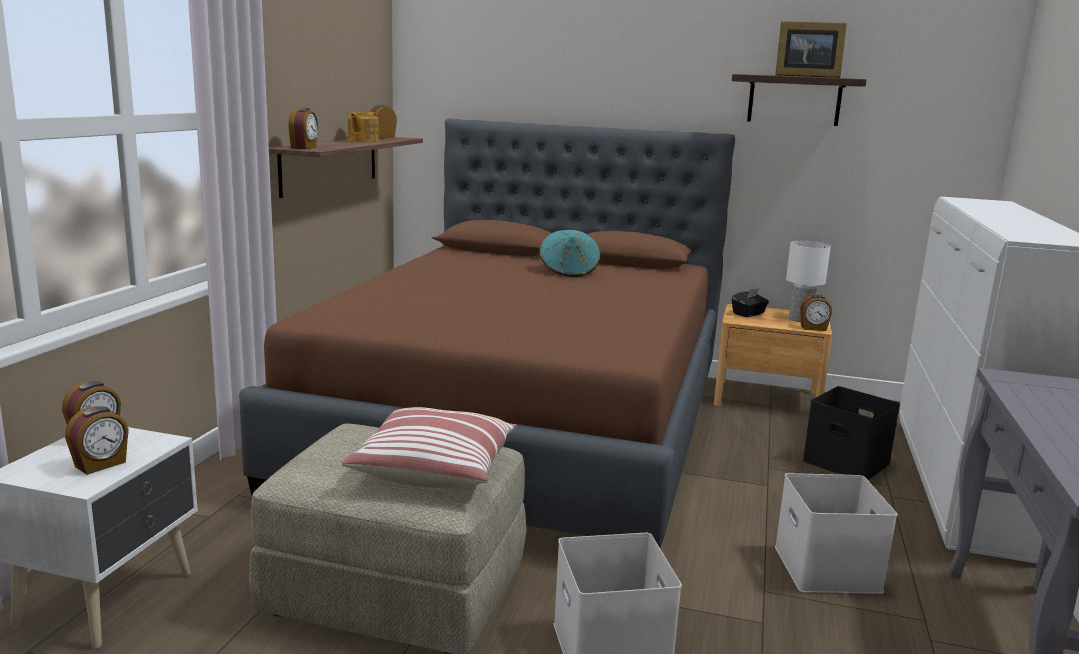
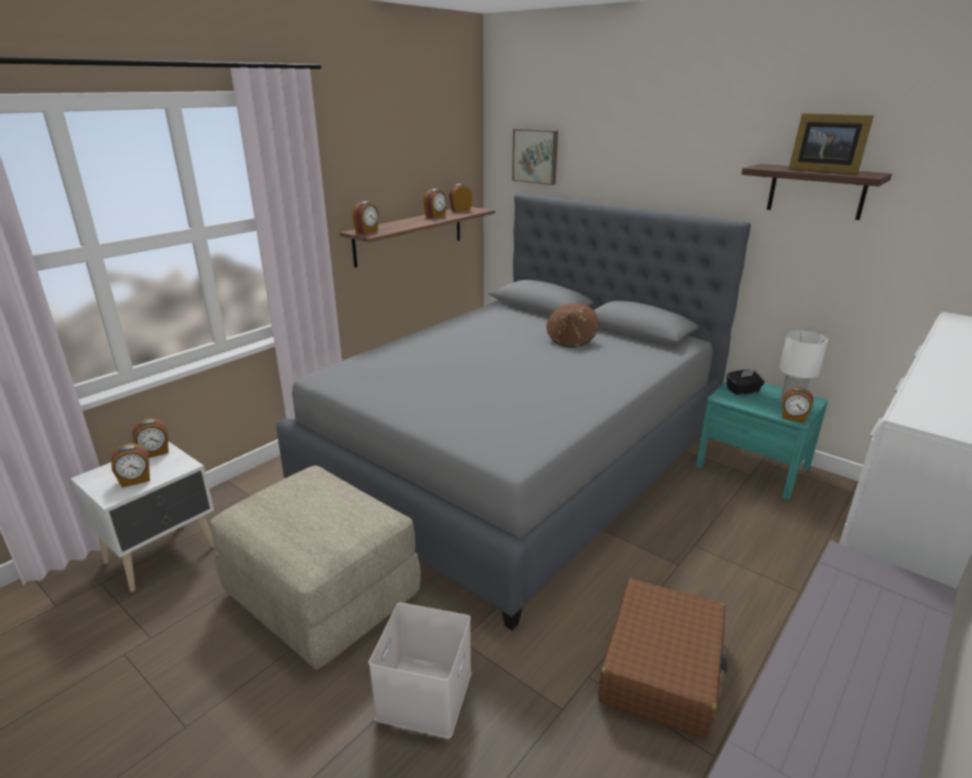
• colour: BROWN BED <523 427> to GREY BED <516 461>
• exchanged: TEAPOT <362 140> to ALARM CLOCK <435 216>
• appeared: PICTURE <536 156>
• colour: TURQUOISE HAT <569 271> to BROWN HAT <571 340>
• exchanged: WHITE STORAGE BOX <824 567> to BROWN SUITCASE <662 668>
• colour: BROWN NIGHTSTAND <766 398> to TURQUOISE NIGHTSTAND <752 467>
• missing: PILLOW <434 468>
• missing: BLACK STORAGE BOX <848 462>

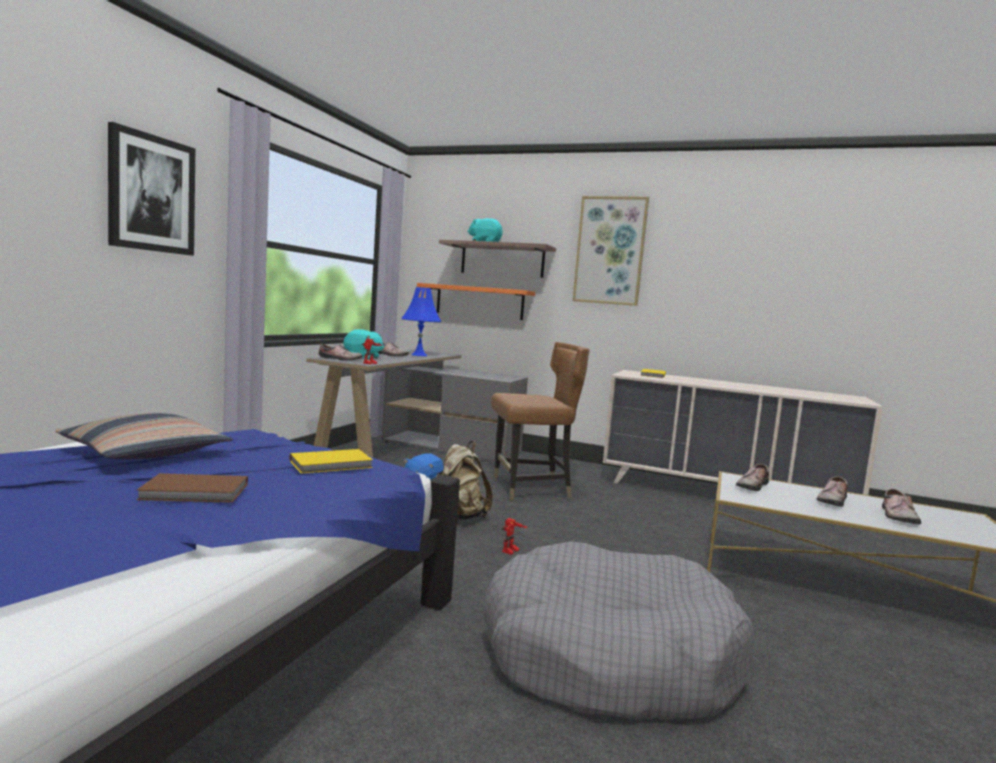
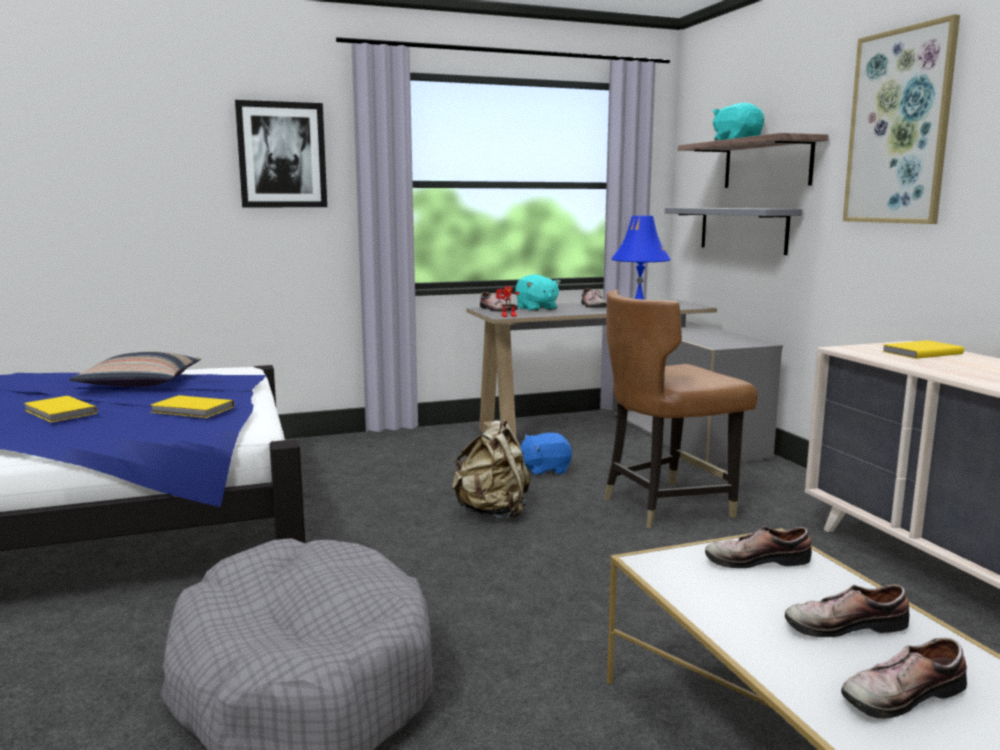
• colour: BROWN BOOK <195 492> to YELLOW BOOK <59 412>
• spun: BROWN CHAIR <531 488> = <665 505> 120 degrees clockwise
• colour: ORANGE SHELF <479 302> to GREY SHELF <743 229>
• missing: TOY ROBOT <511 552>

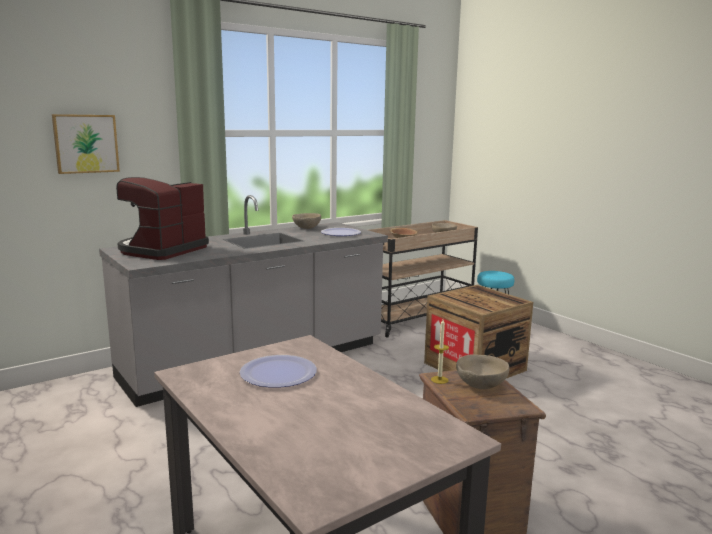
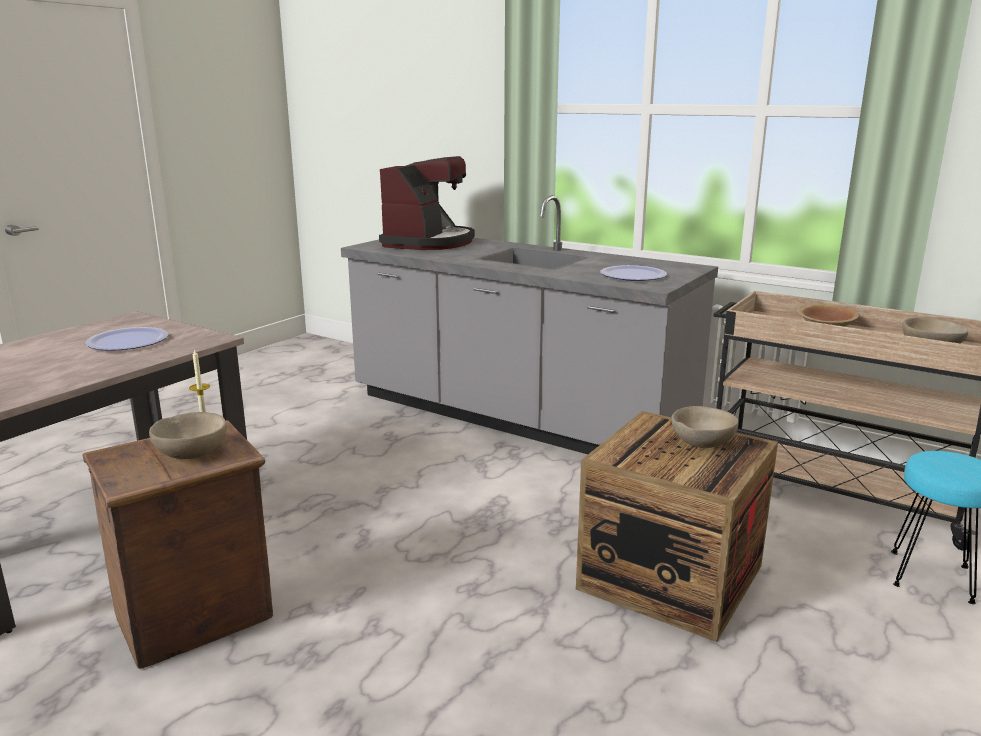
• spun: COFFEE MACHINE <162 250> = <429 242> 105 degrees clockwise
• relocated: BEIGE BOWL <306 228> to <702 443>
• missing: PICTURE <86 143>

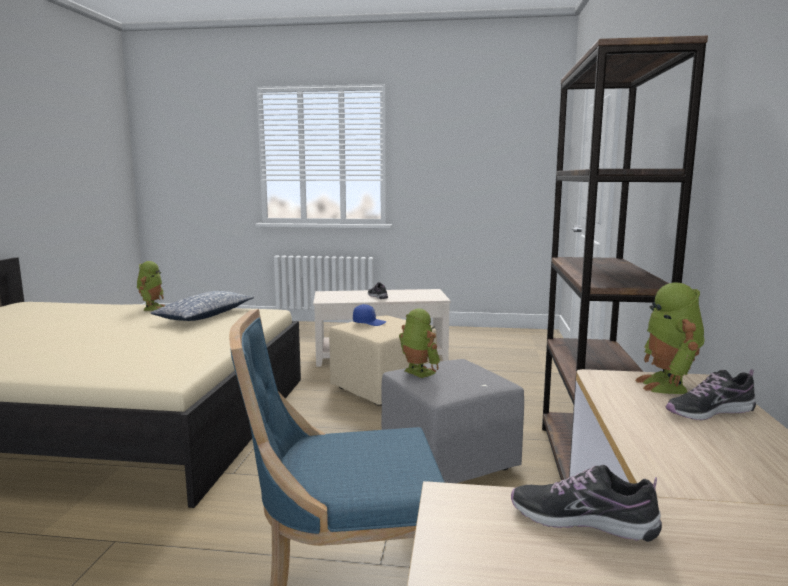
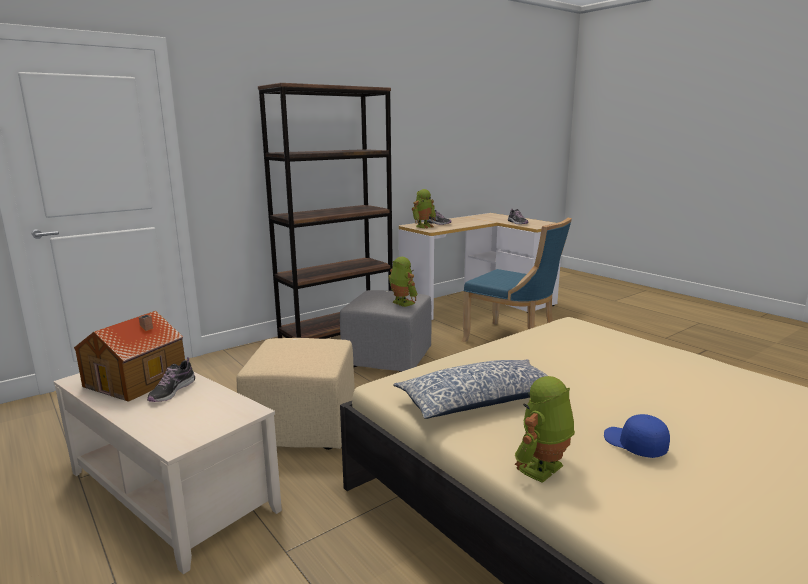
• appeared: TOY HOUSE <138 380>
• spun: TOY ROBOT <417 373> = <401 303> 135 degrees clockwise
• relocated: BLUE CAP <369 322> to <634 445>

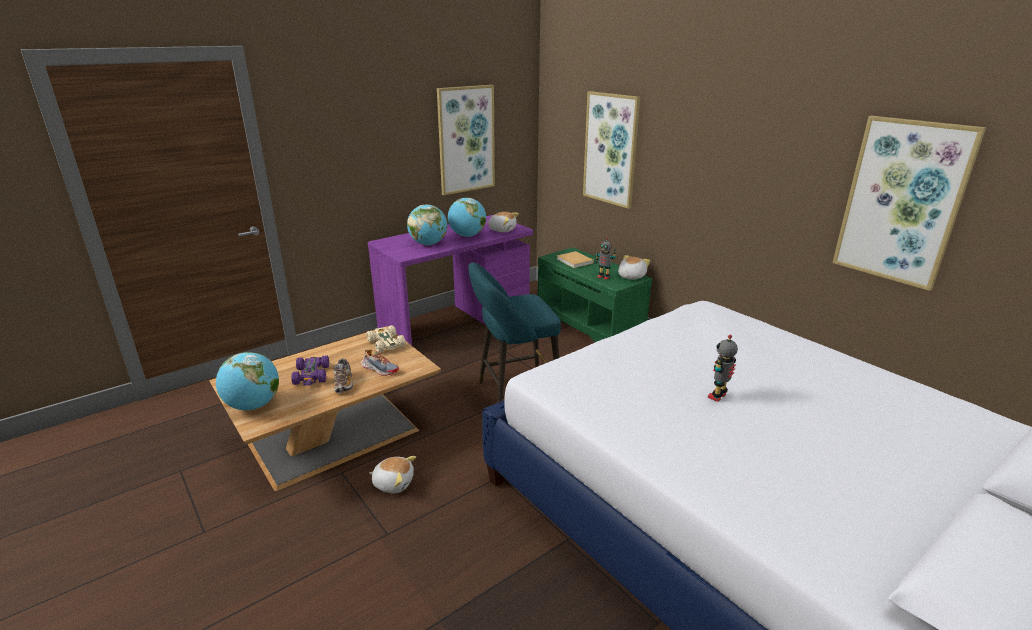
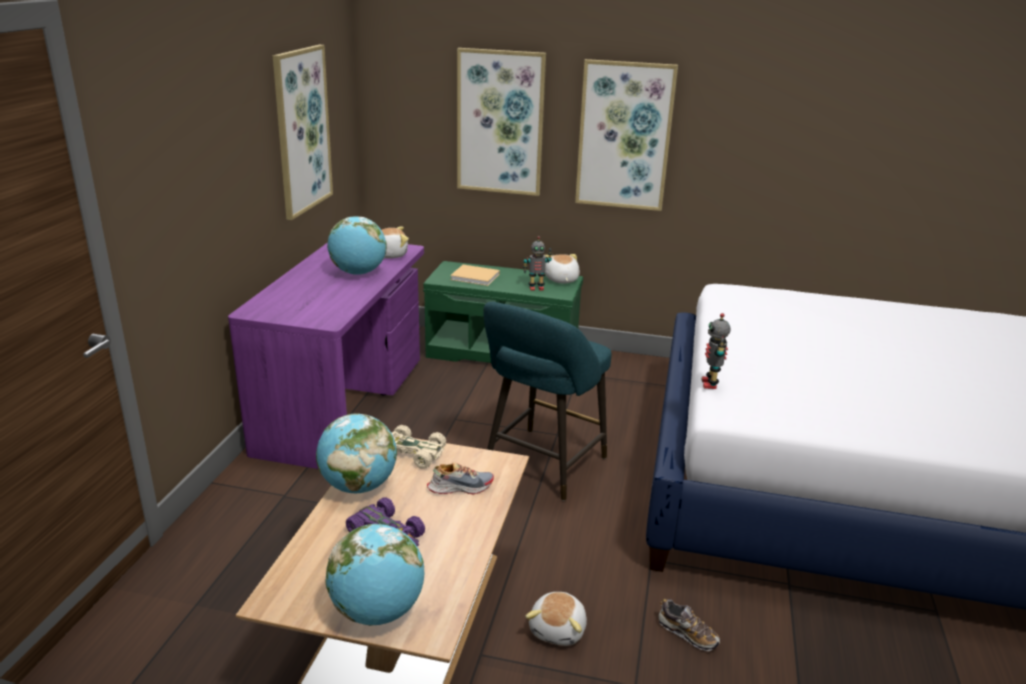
• relocated: GLOBE <428 244> to <358 486>
• spun: PLUSH TOY <393 483> = <559 629> 135 degrees clockwise
• relocated: PICTURE <902 202> to <624 136>
• relocated: SHOE <344 383> to <687 634>
• relocated: TOY ROBOT <718 396> to <710 384>

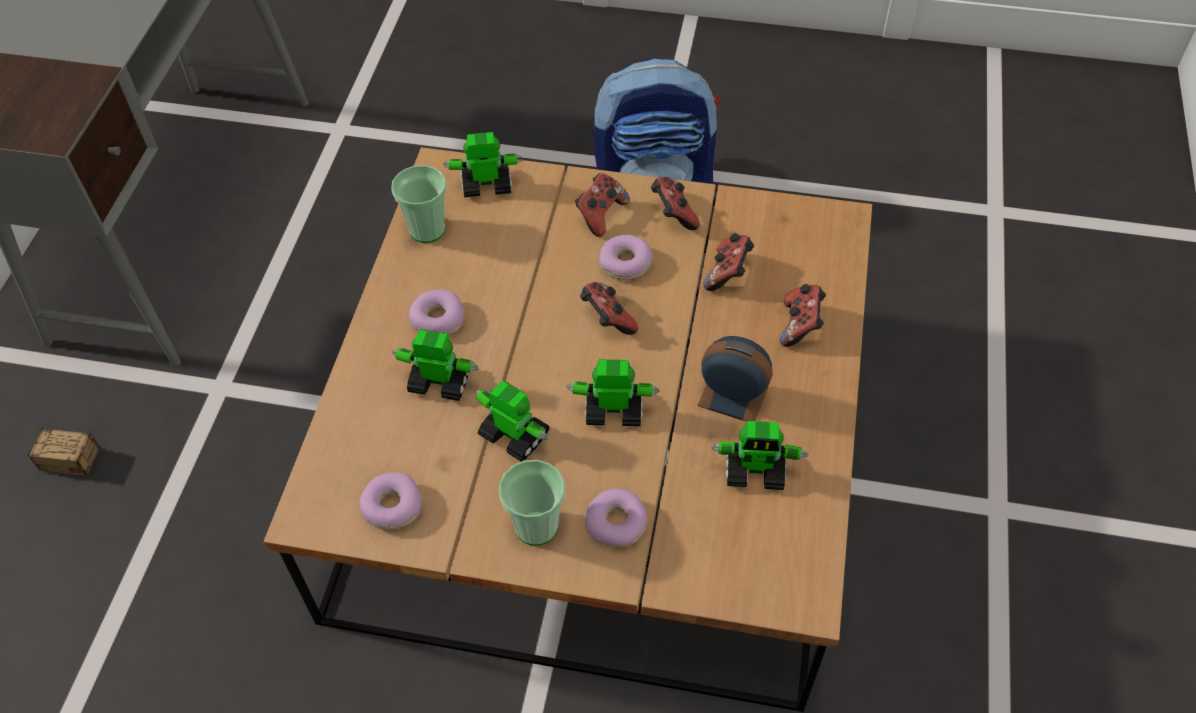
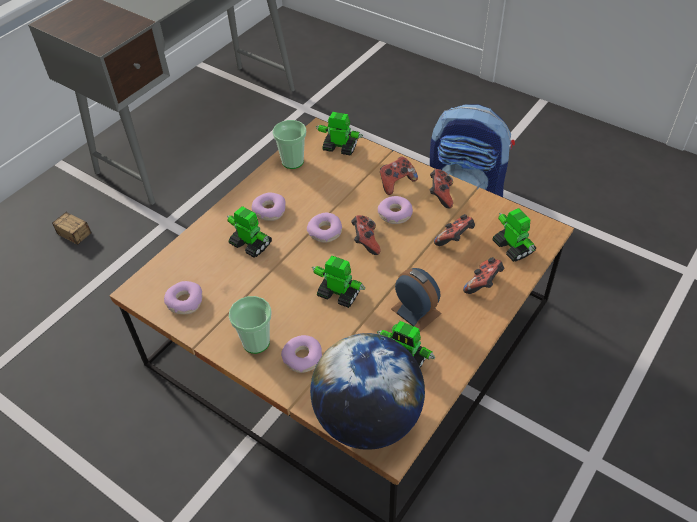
• appeared: DONUT <325 232>
• appeared: GLOBE <368 419>
• relocated: TOY ROBOT <513 435> to <512 247>

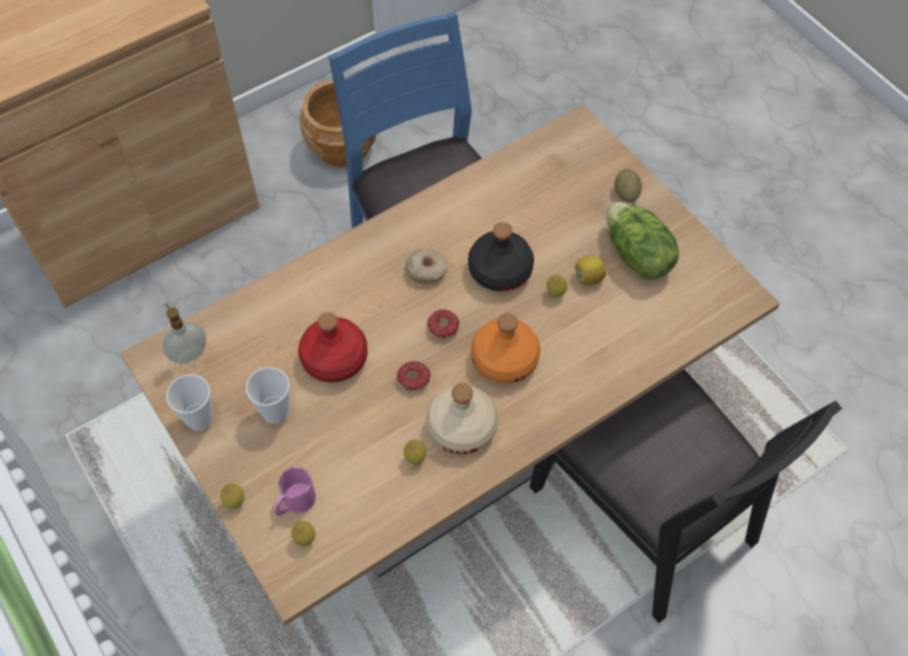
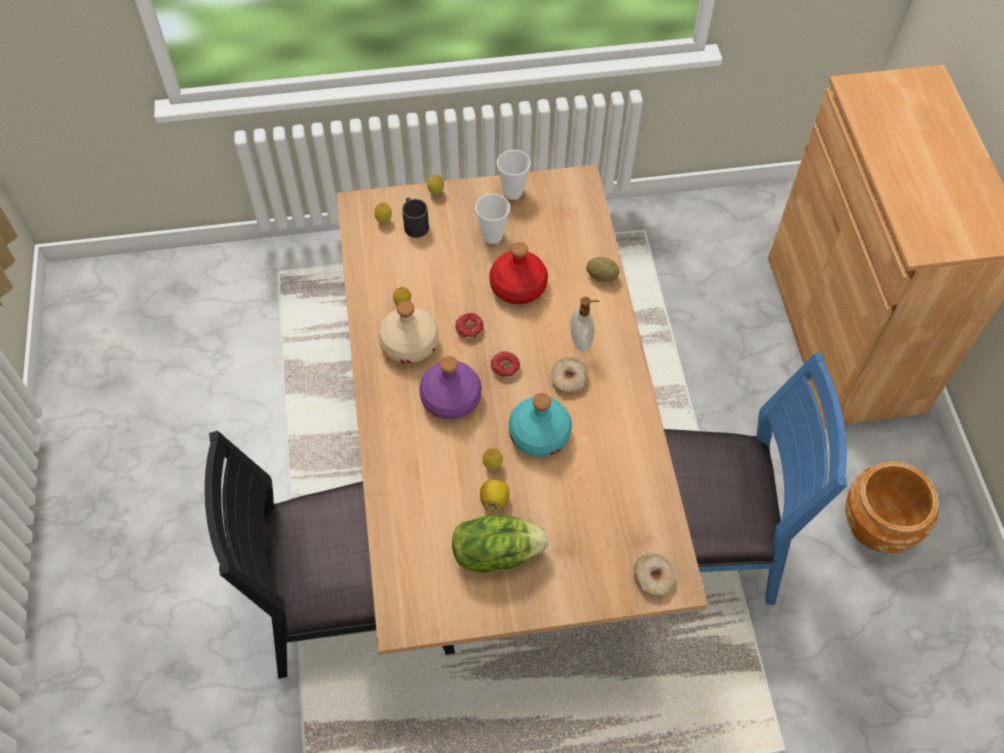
• colour: PINK MUG <294 503> to BLACK MUG <414 223>
• colour: ORANGE BOTTLE <505 359> to PURPLE BOTTLE <450 398>
• colour: BLACK BOTTLE <499 270> to TURQUOISE BOTTLE <540 434>
• relocated: SOAP DISPENSER <189 353> to <581 341>
• relocated: POTATO <626 193> to <601 276>
• appeared: DONUT <653 578>

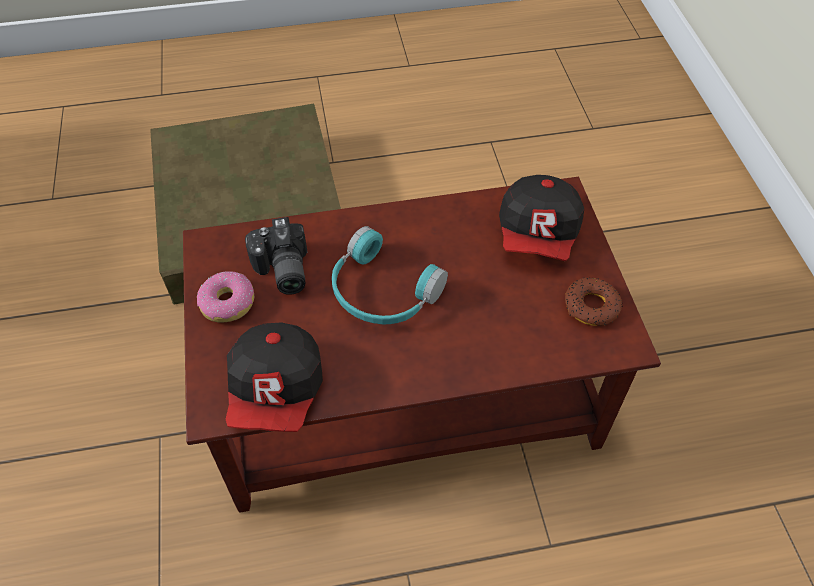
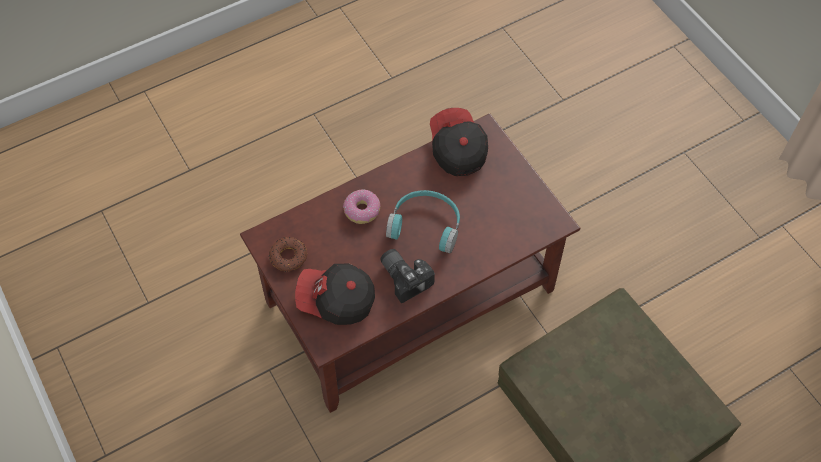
• spun: CAP <538 235> = <336 301> 75 degrees counterclockwise
• relocated: DONUT <227 302> to <362 210>
• relocated: PHOTO CAMERA <281 271> to <406 276>

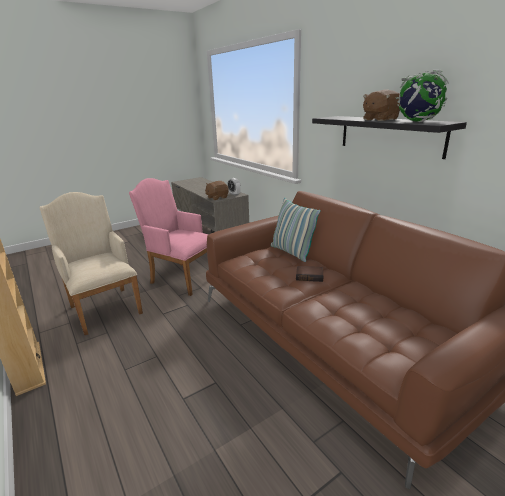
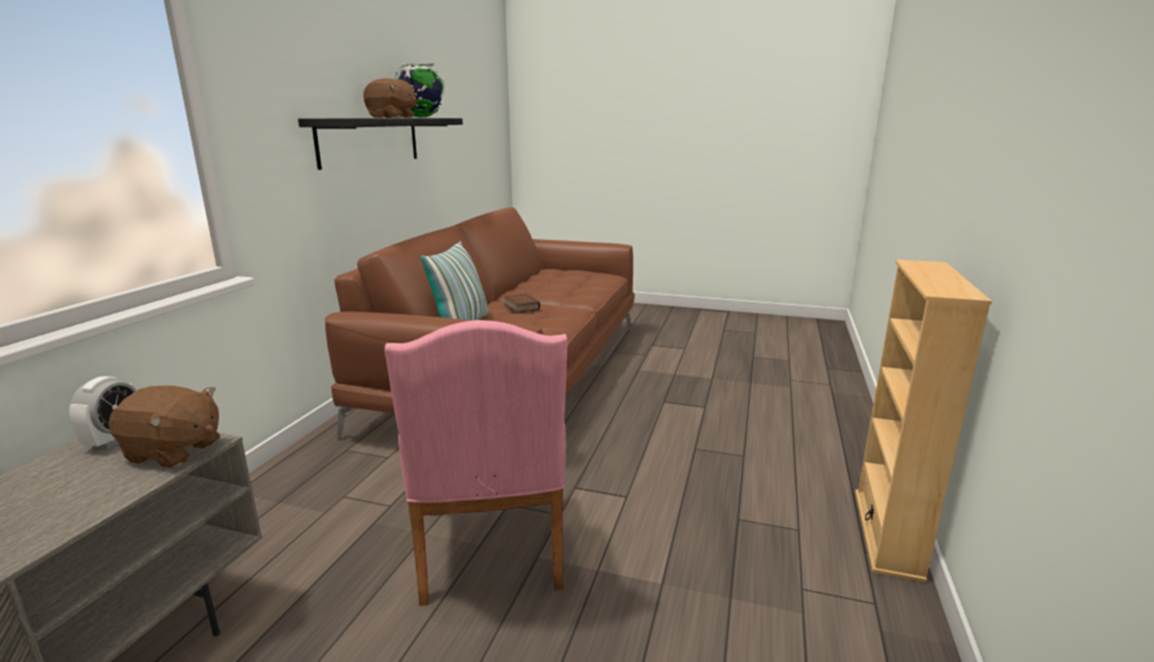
• missing: BEIGE ARMCHAIR <104 307>

